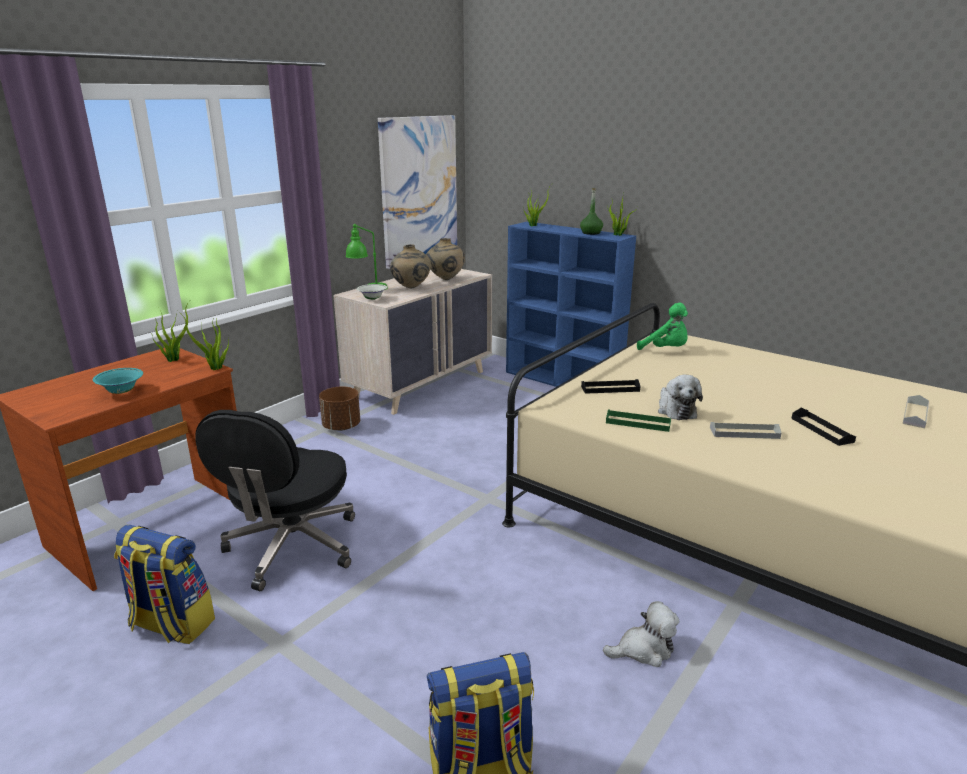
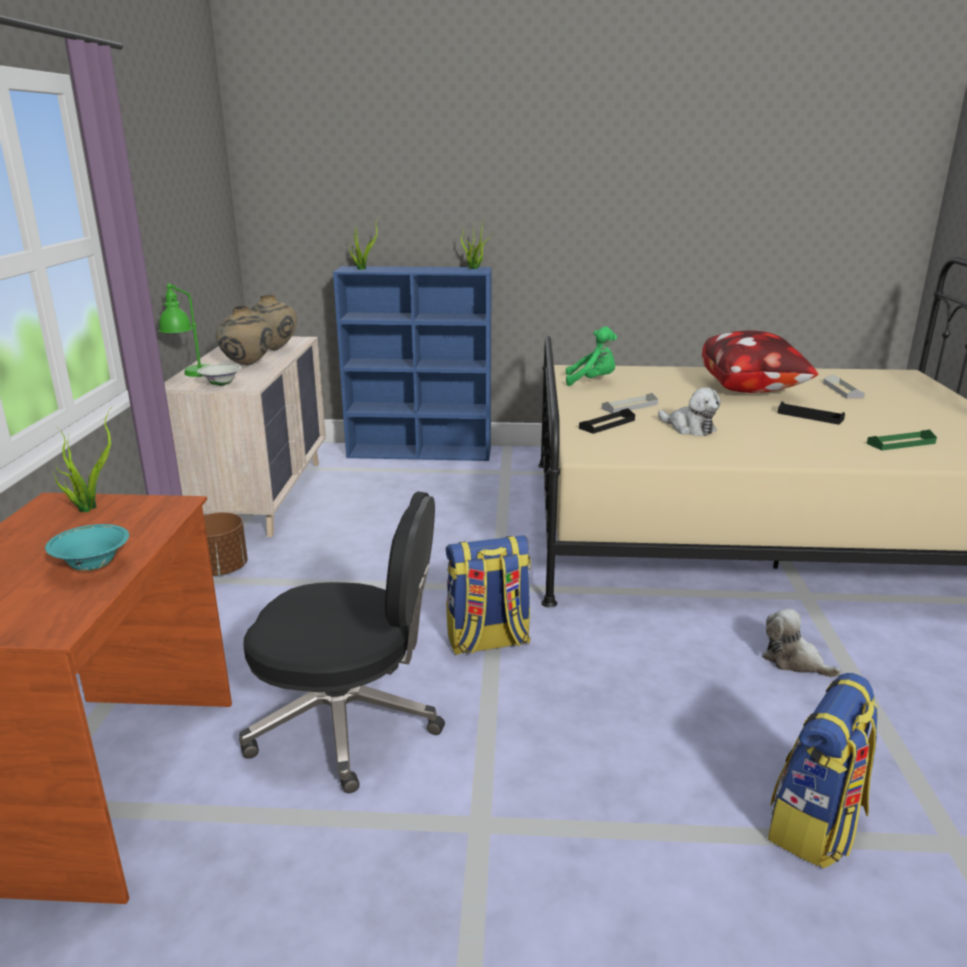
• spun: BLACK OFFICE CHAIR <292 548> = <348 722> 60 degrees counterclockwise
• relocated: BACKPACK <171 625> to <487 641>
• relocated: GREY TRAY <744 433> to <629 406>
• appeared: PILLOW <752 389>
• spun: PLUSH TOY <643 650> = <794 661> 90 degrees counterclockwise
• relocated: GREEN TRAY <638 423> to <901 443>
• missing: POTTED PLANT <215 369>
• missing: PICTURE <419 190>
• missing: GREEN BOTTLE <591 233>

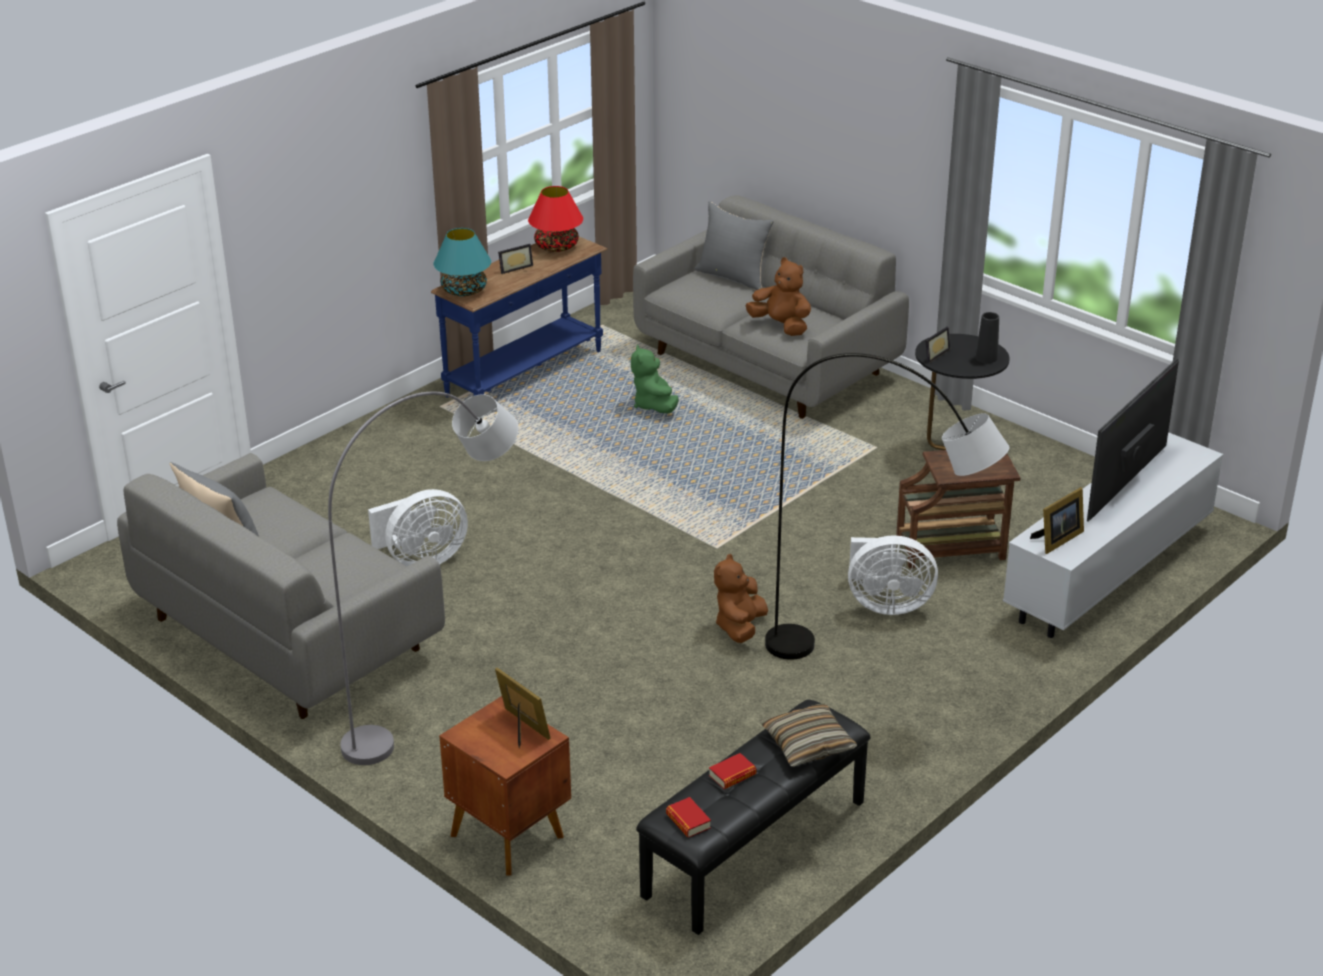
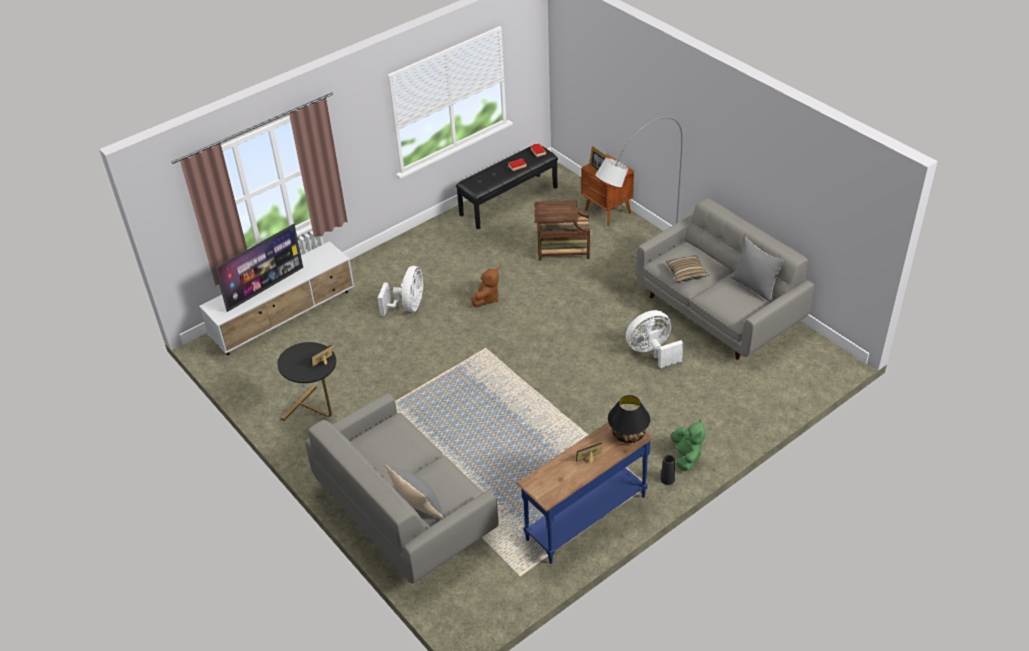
• spun: WHITE FAN <886 604> = <408 306> 90 degrees clockwise
• relocated: BROWN SIDE TABLE <953 549> to <561 251>
• colour: TURQUOISE TABLE LAMP <464 290> to BLACK TABLE LAMP <628 434>
• relocated: BLACK VASE <986 357> to <667 479>
• relocated: PILLOW <807 744> to <686 273>
• relocated: GREEN PLUSH TOY <654 405> to <686 456>
• missing: RED TABLE LAMP <557 246>
• missing: BROWN PLUSH TOY <781 326>
• missing: GREY FLOOR LAMP <878 667>
• missing: PICTURE FRAME <1057 540>

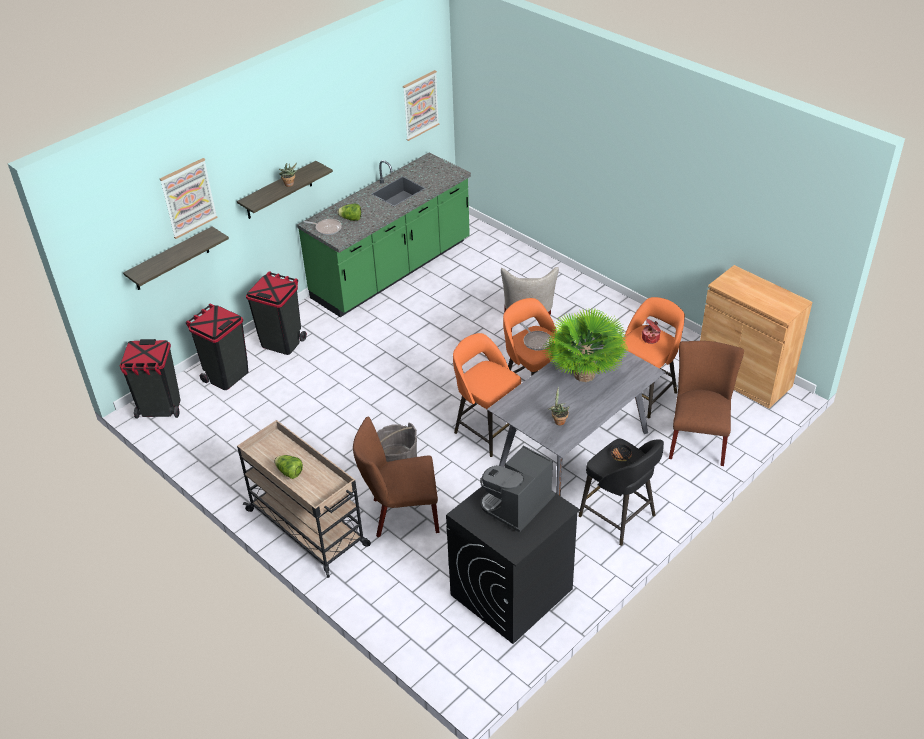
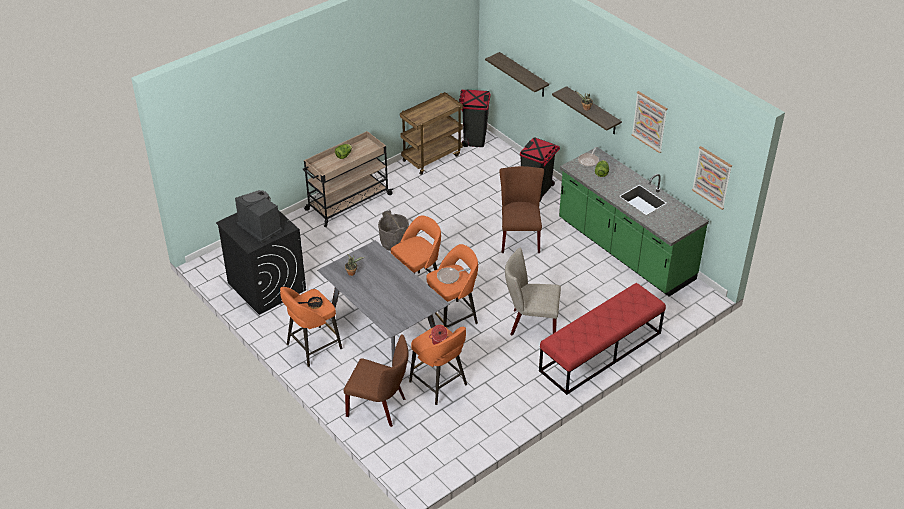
• colour: BLACK STOOL <618 517> to ORANGE STOOL <312 347>
• appeared: BROWN CART <432 157>
• relocated: BROWN CHAIR <400 515> to <519 237>
• appeared: RED BENCH <600 352>
• relocated: PICTURE <188 198> to <649 121>
• missing: BLACK TRASH CAN <226 375>
• missing: POTTED PLANT <584 374>
• missing: BROWN CABINET <743 377>

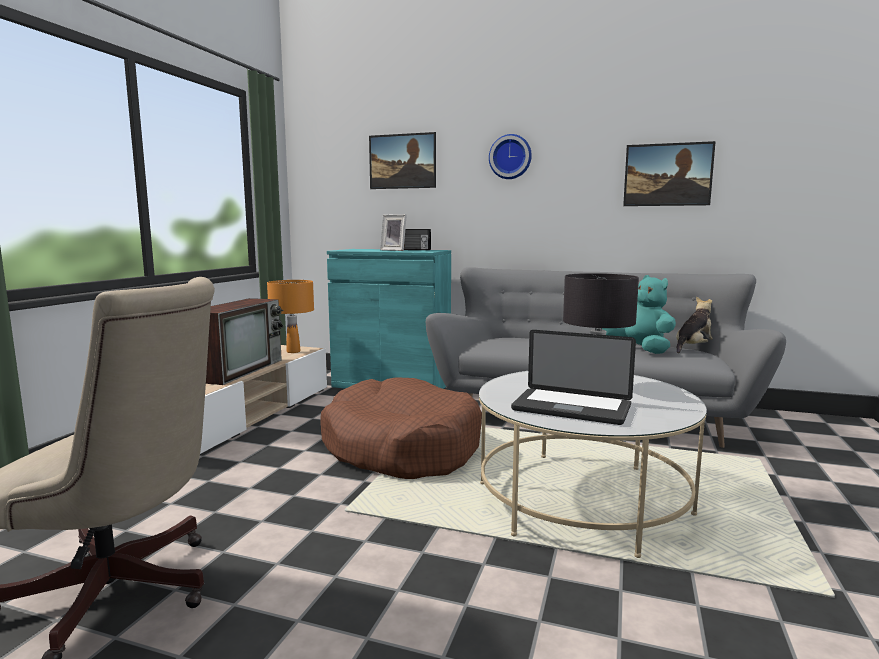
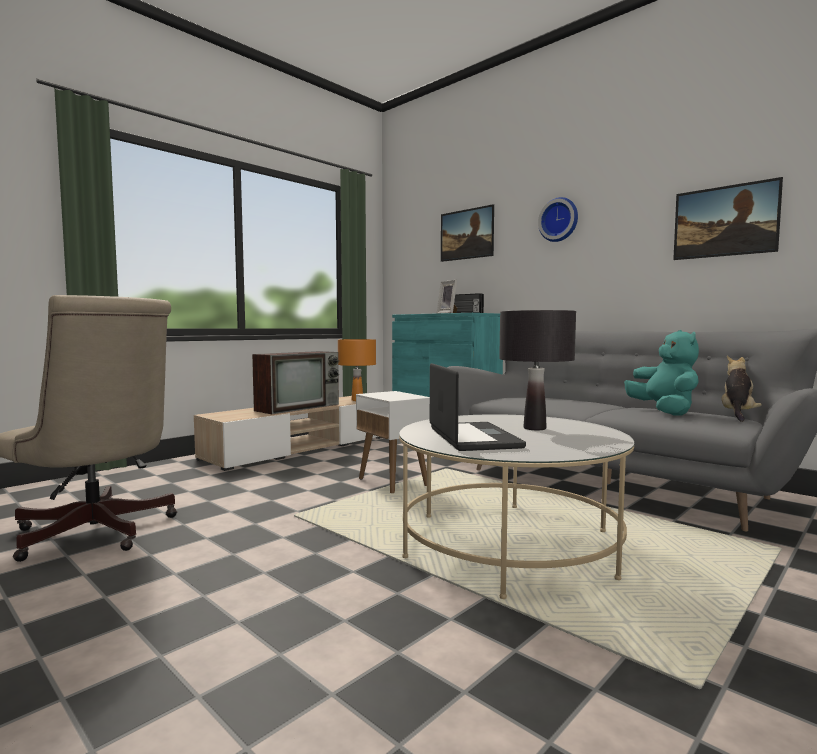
• exchanged: BROWN DOG BED <401 448> to WHITE SIDE TABLE <393 483>
• spun: LAPTOP <571 408> = <473 438> 150 degrees counterclockwise
• spun: PLUSH TOY <693 348> = <737 415> 45 degrees counterclockwise

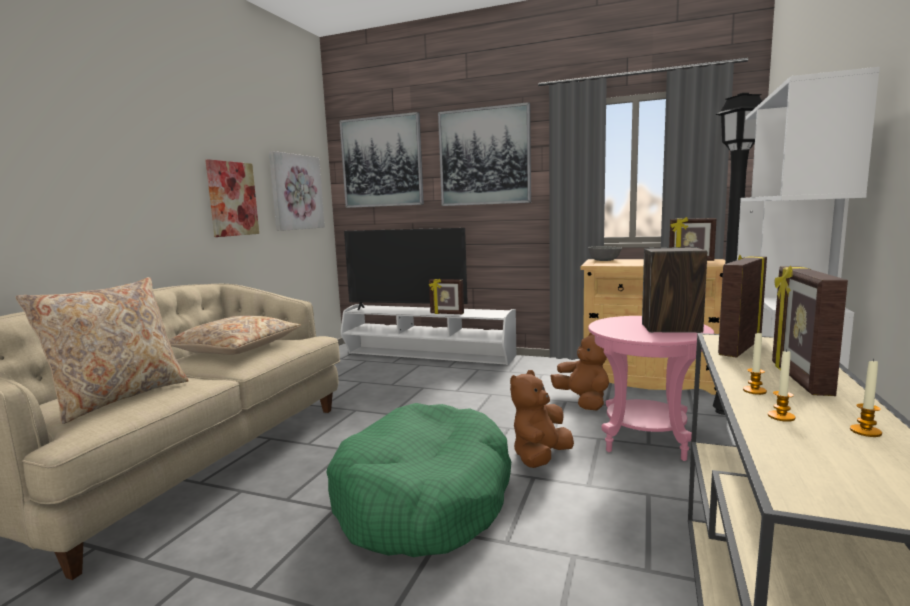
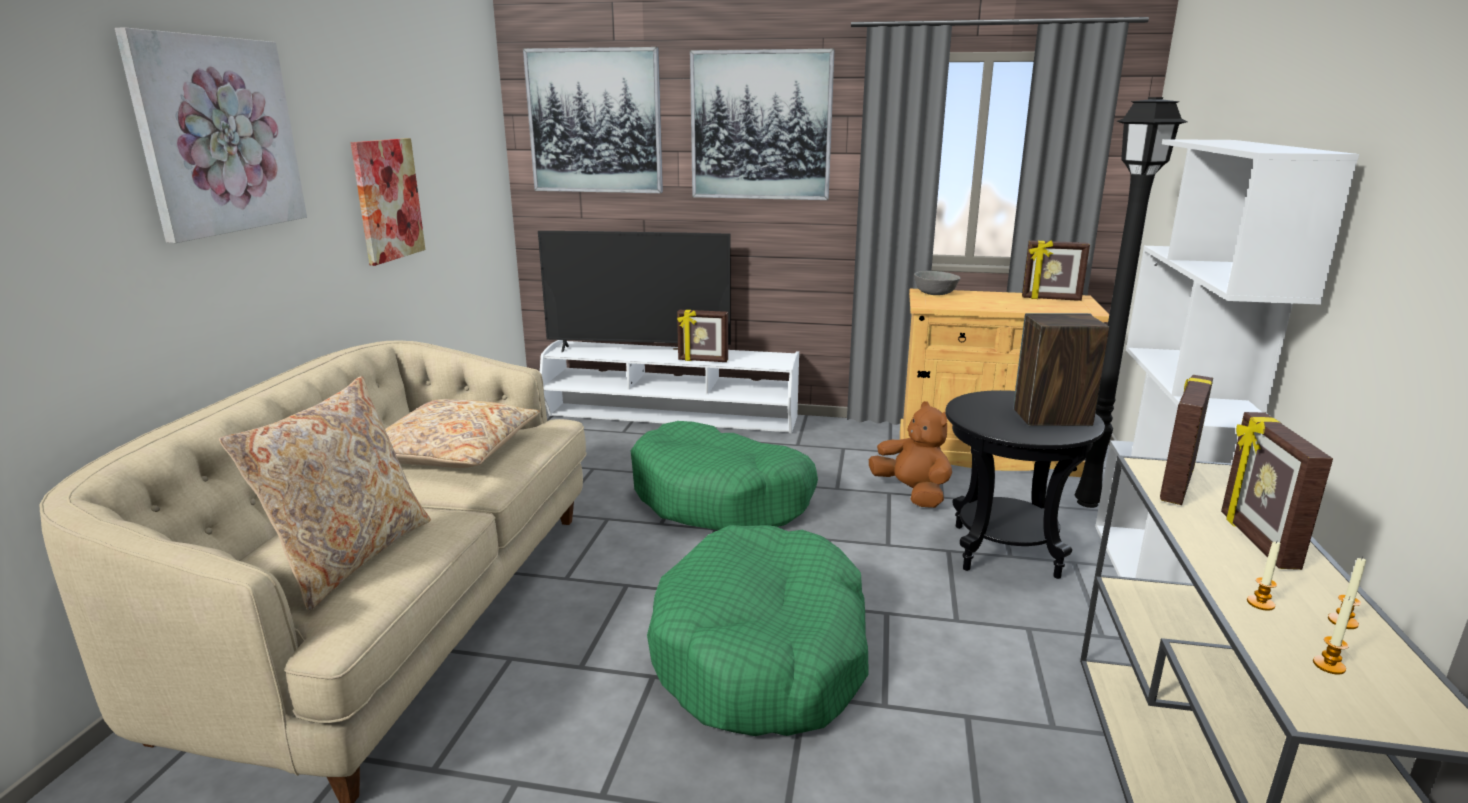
• relocated: PICTURE <296 192> to <217 136>
• appeared: GREEN DOG BED <721 499>
• colour: PINK SIDE TABLE <645 441> to BLACK SIDE TABLE <1005 551>
• relocated: CANDLE <754 391> to <1329 665>
• missing: BROWN PLUSH TOY <540 457>

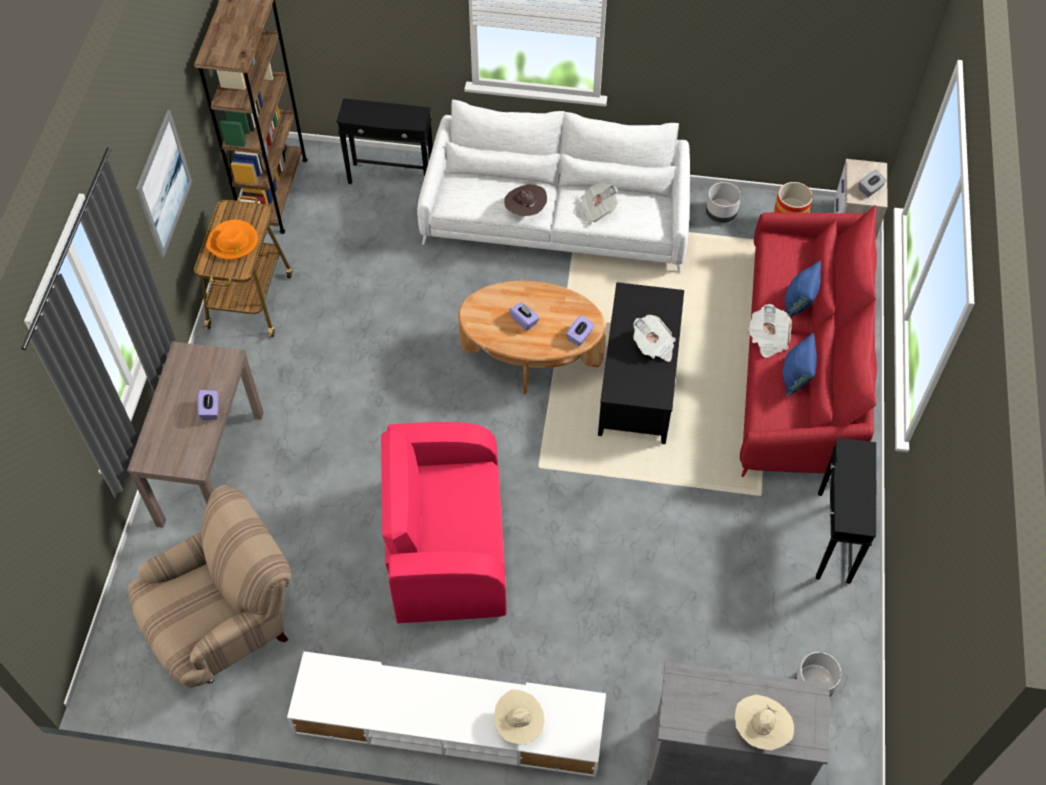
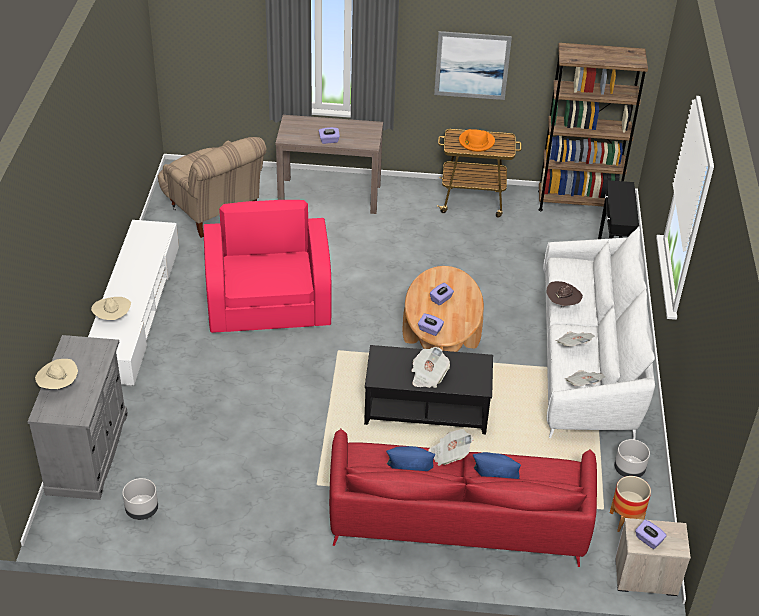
• appeared: NEWSPAPER <583 385>
• colour: GREY TISSUE BOX <870 189> to PURPLE TISSUE BOX <648 540>
• missing: BLACK SIDE TABLE <833 537>

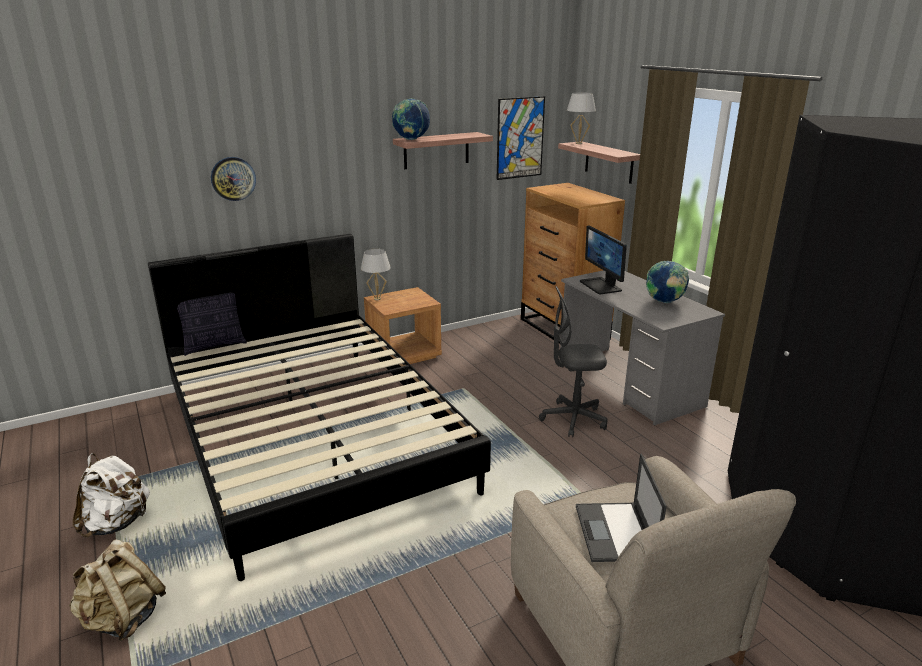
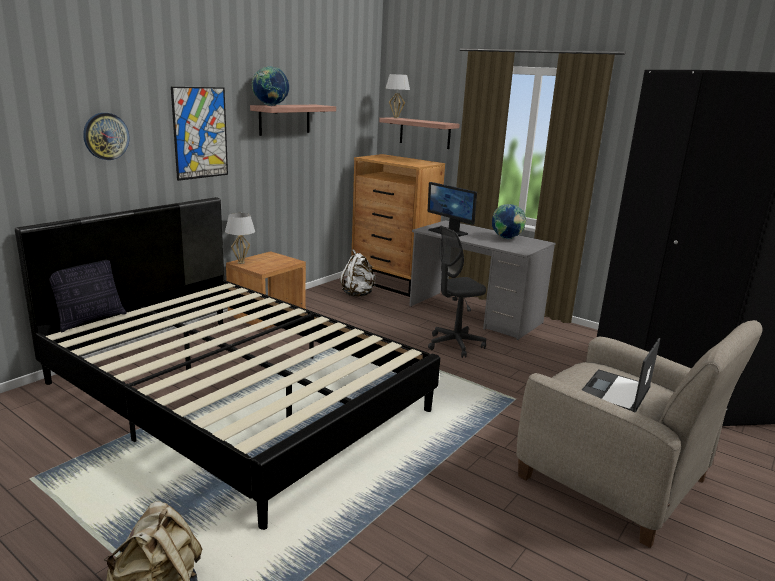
• relocated: PICTURE <520 138> to <200 133>
• relocated: WHITE BACKPACK <117 523> to <358 294>
• spun: LAPTOP <615 533> = <615 392> 60 degrees clockwise

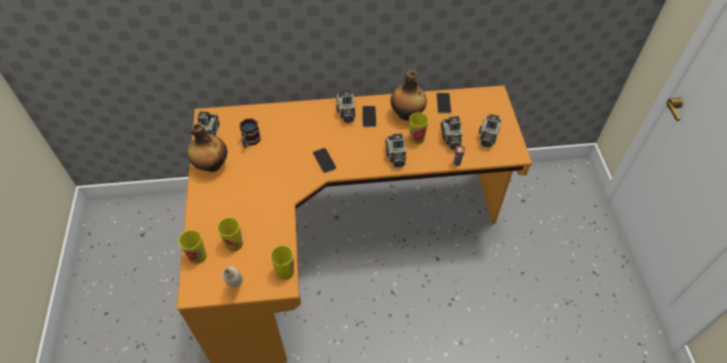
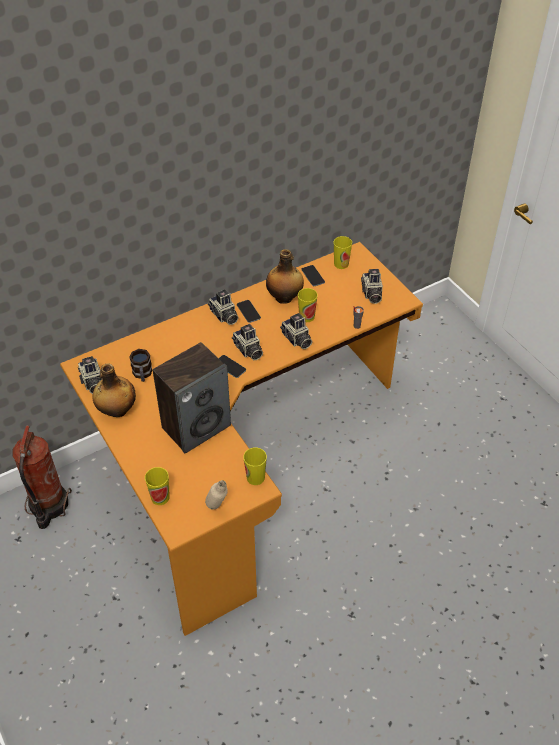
• appeared: FIRE EXTINGUISHER <48 506>
• appeared: SPEAKER <196 426>
• relocated: PHOTO CAMERA <450 139> to <248 350>
• relocated: CUP <234 244> to <341 264>

